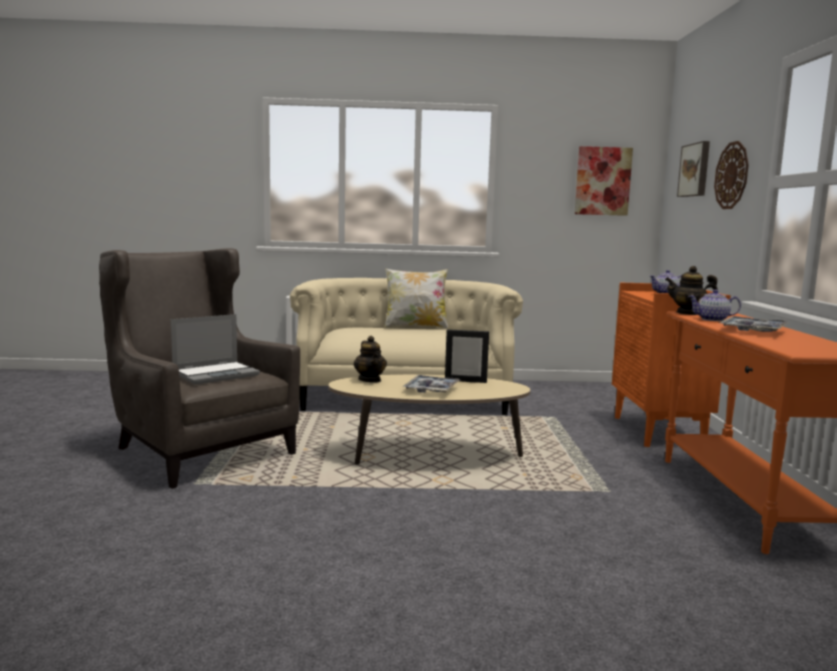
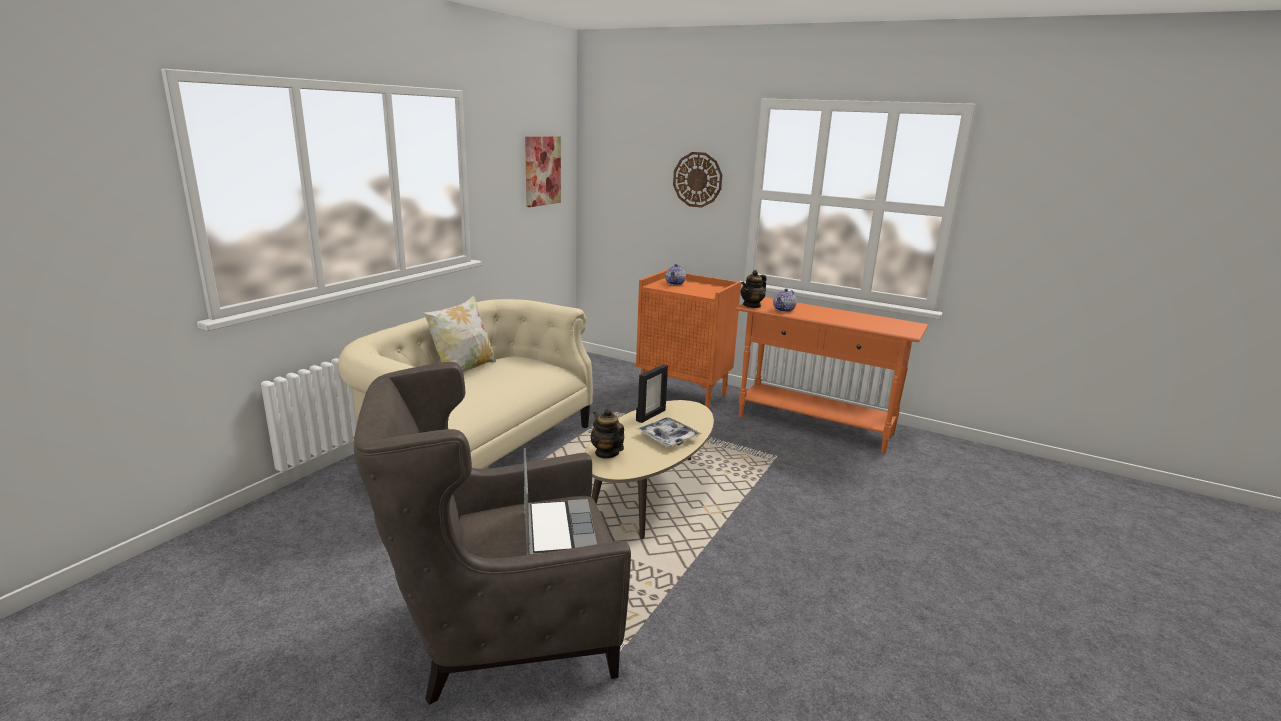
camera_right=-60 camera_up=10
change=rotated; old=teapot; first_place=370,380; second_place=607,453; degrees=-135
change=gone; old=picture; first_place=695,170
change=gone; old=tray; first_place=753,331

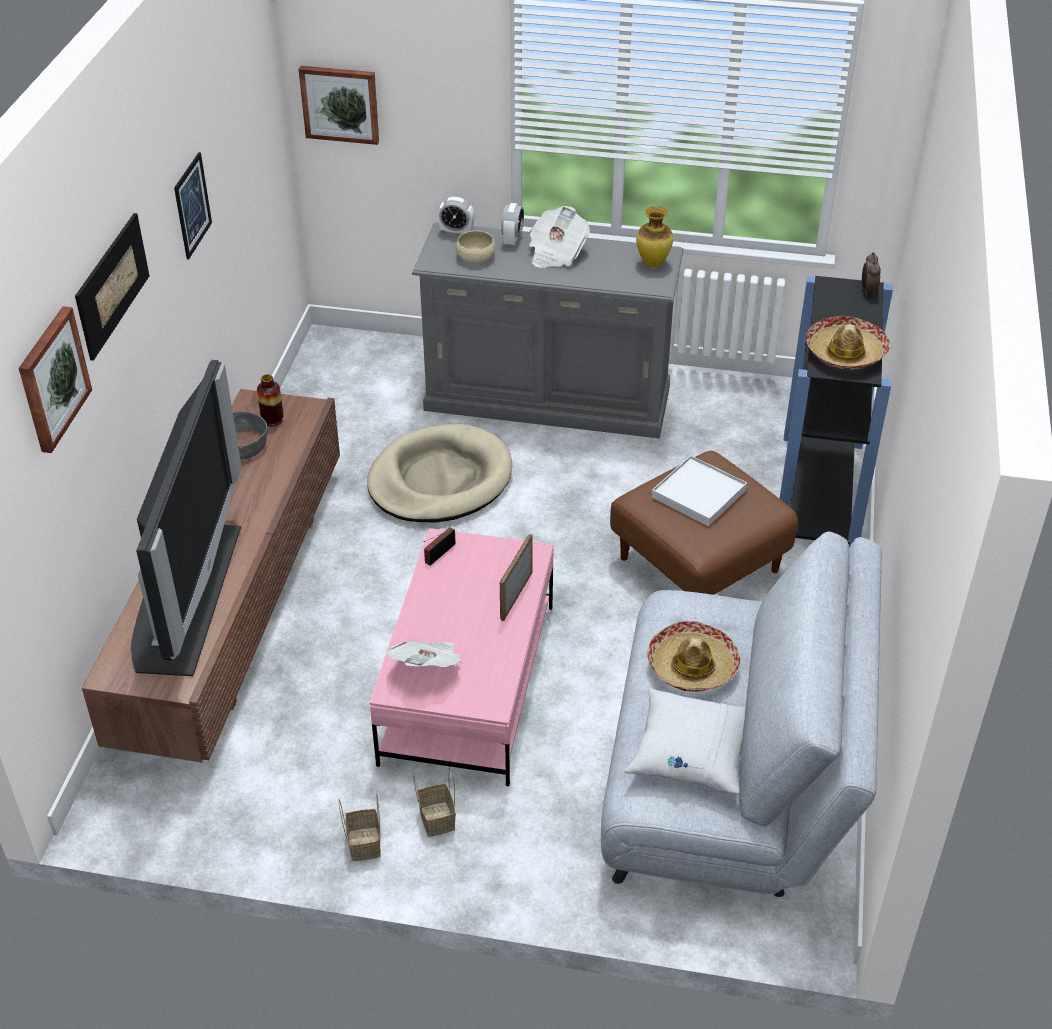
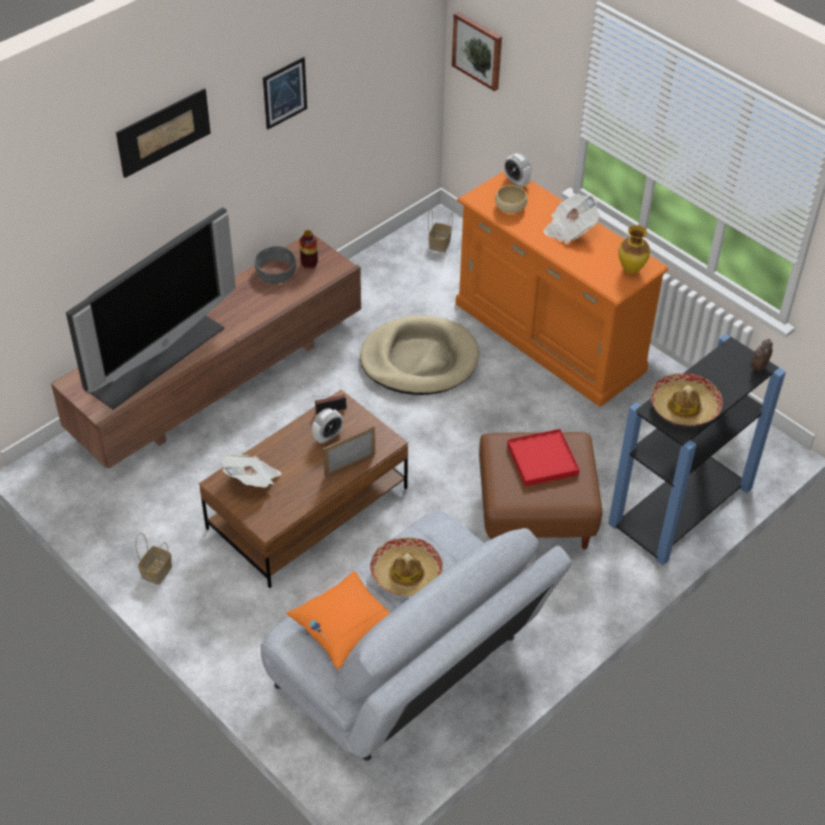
camera_right=35 camera_up=5
change=gone; old=picture; first_place=52,379
change=repainted; old=pink_coffee_table; new=brown_coffee_table; first_place=469,684; second_place=308,509
change=repainted; old=grey_cabinet; new=orange_cabinet; first_place=548,399; second_place=549,337
change=shifted; old=basket; first_place=436,818; second_place=439,243
change=shifted; old=alarm_clock; first_place=512,240; second_place=328,436
change=repainted; old=grey_pillow; new=orange_pillow; first_place=690,754; second_place=346,628
change=repainted; old=white_tray; new=red_tray; first_place=699,494; second_place=542,460

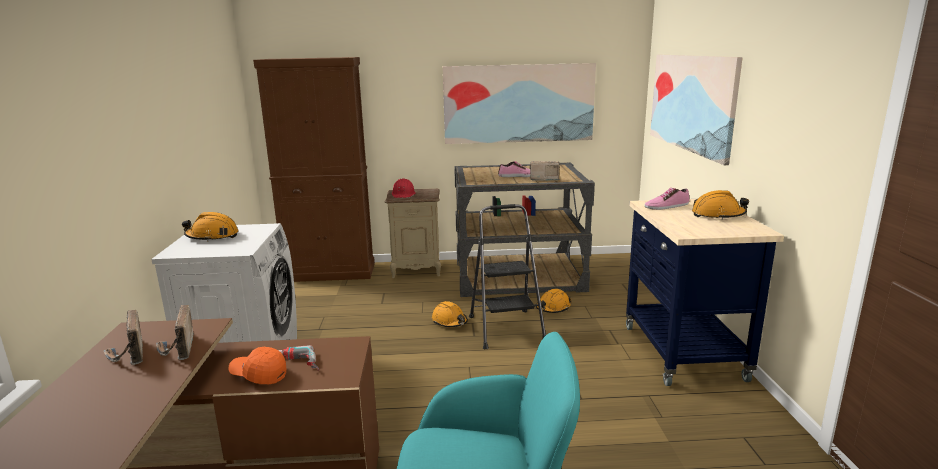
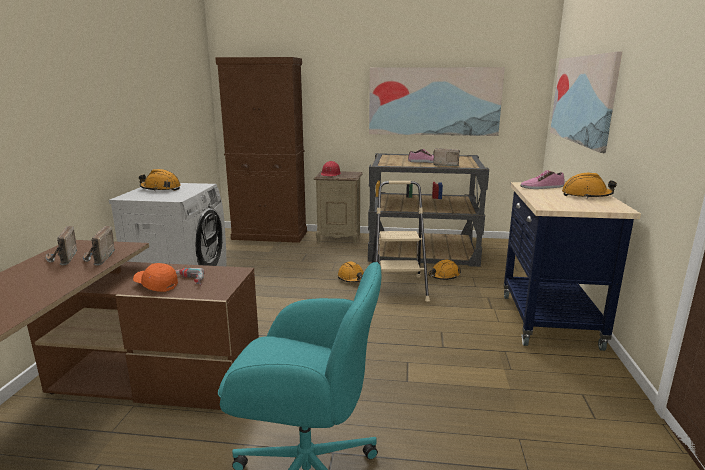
camera_right=10 camera_up=0
change=repainted; old=black_step_ladder; new=beige_step_ladder; first_place=506,327; second_place=397,286

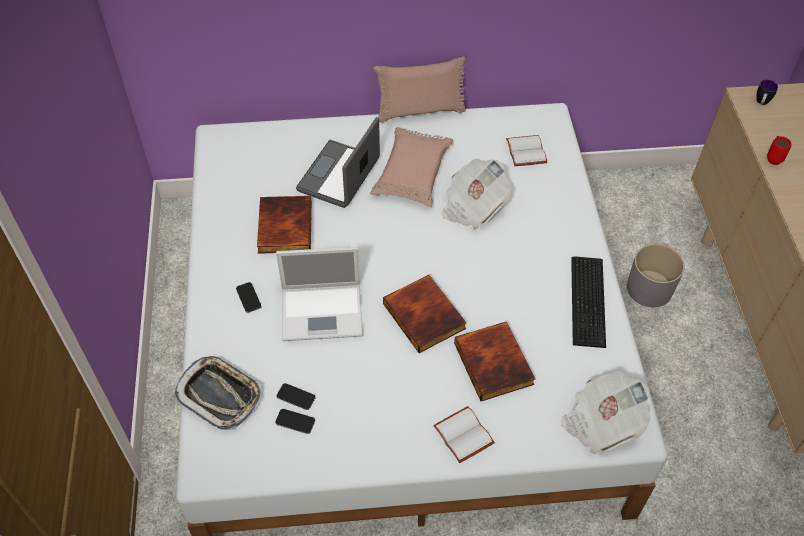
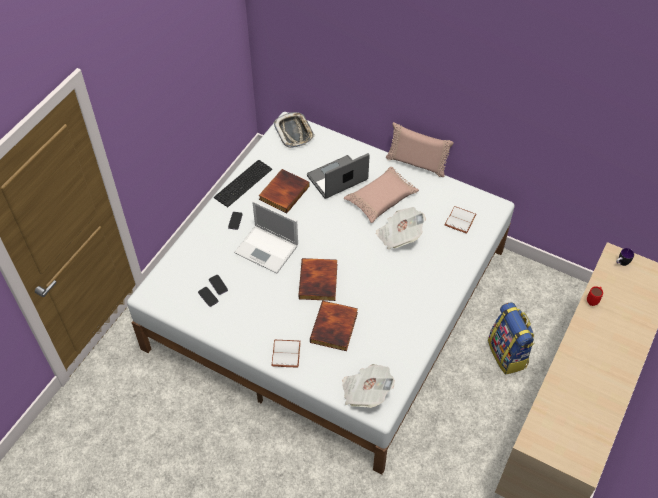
camera_right=35 camera_up=0
change=shifted; old=tray; first_place=219,395; second_place=294,132
change=shifted; old=keyboard; first_place=589,300; second_place=244,183
change=swapped; old=grey_planter; new=backpack; first_place=650,288; second_place=508,354

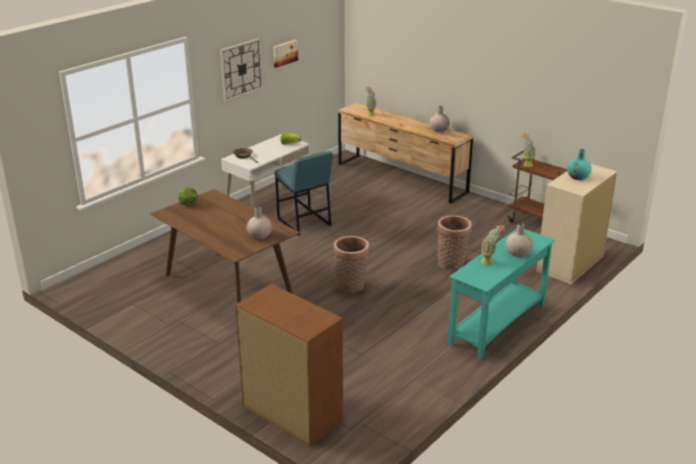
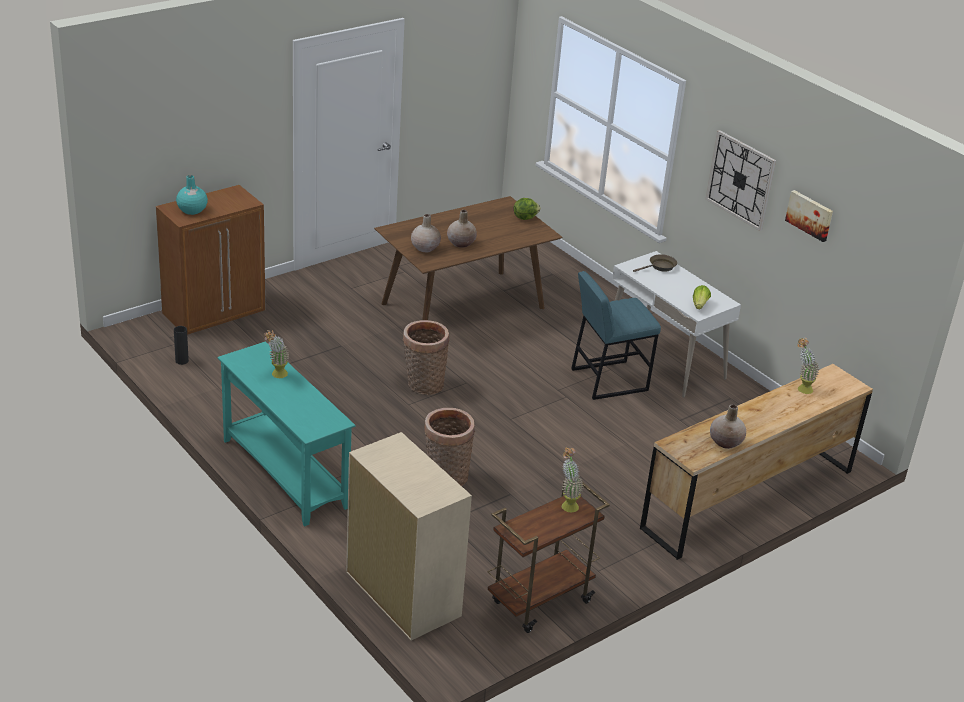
camera_right=100 camera_up=5
change=shifted; old=beige_vase; first_place=517,253; second_place=461,243
change=shifted; old=turquoise_vase; first_place=578,177; second_place=192,210
change=new; new=black_vase; second_place=182,361

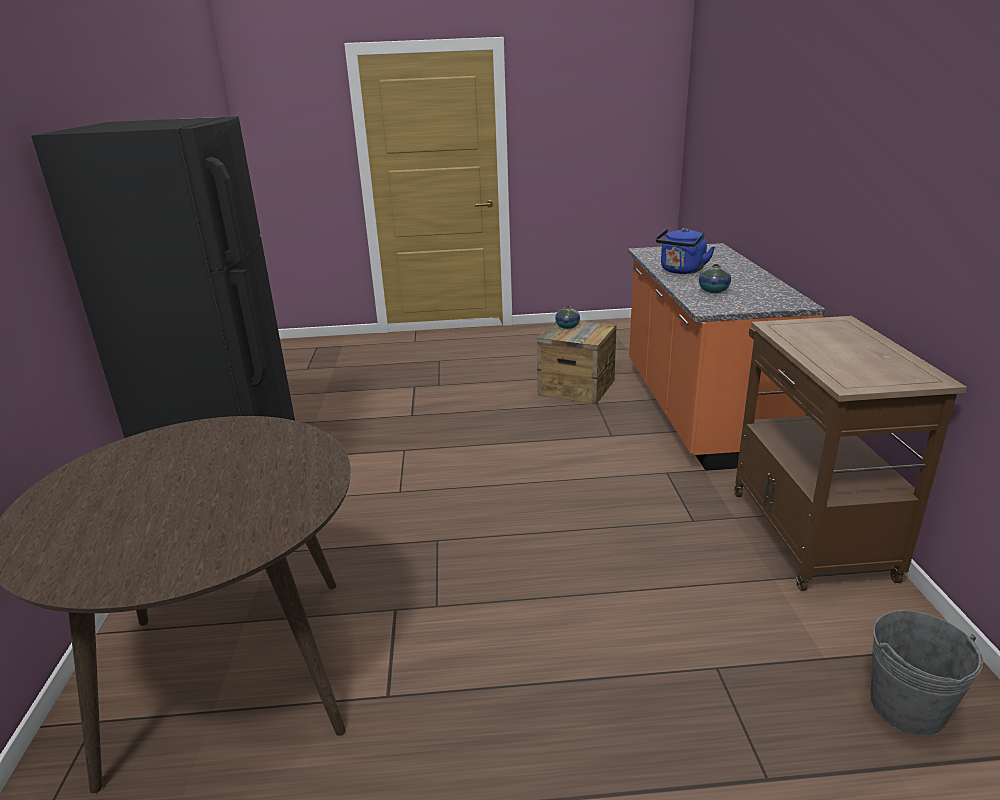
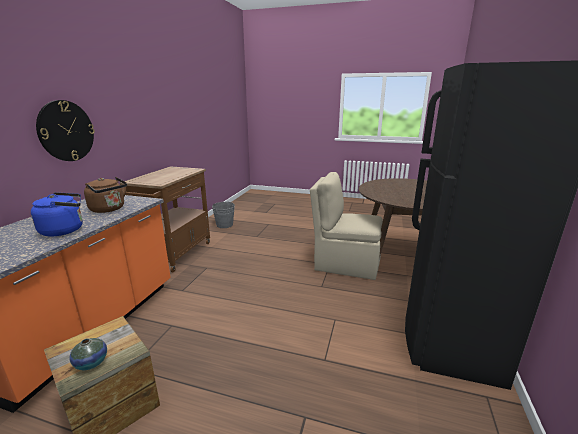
camera_right=-160 camera_up=-5
change=swapped; old=vase; new=brown_kettle; first_place=713,291; second_place=109,209
change=new; new=wall_clock; second_place=66,131
change=new; new=beige_chair; second_place=345,264

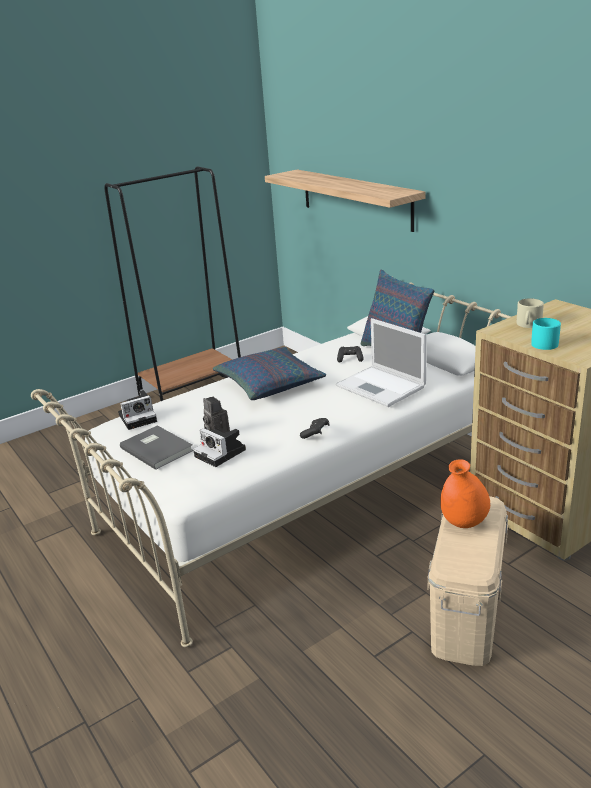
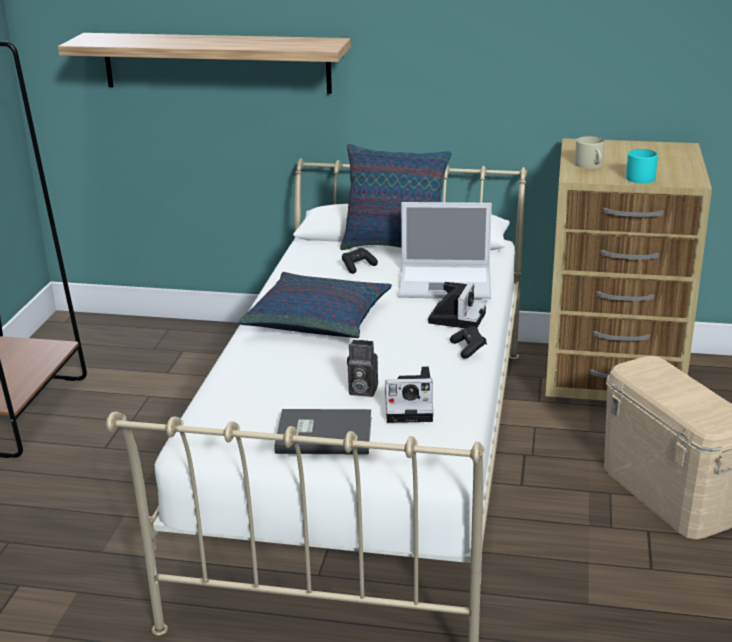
camera_right=-45 camera_up=0
change=shifted; old=photo_camera; first_place=139,417; second_place=456,317
change=gone; old=orange_vase; first_place=463,523

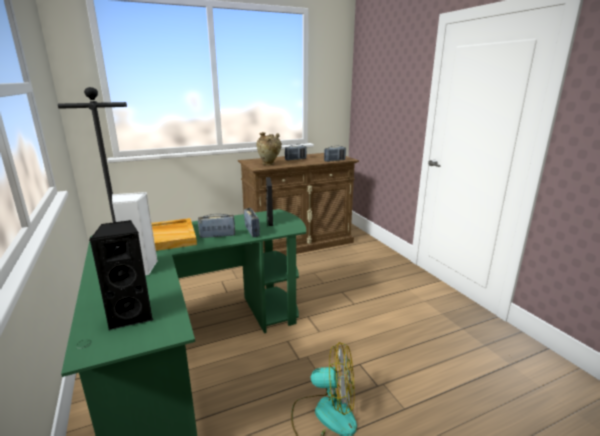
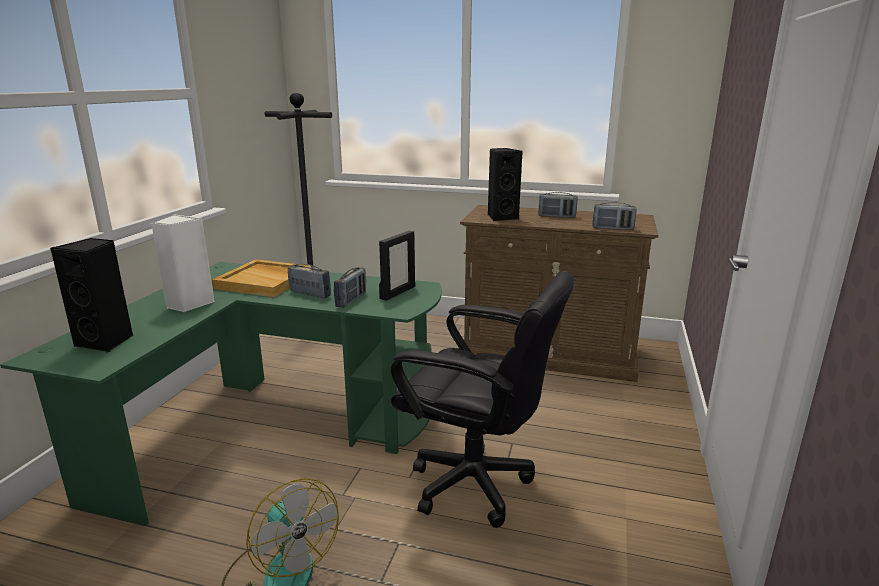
camera_right=40 camera_up=0
change=swapped; old=beige_vase; new=black_speaker; first_place=269,164; second_place=501,217
change=new; new=black_office_chair; second_place=479,486

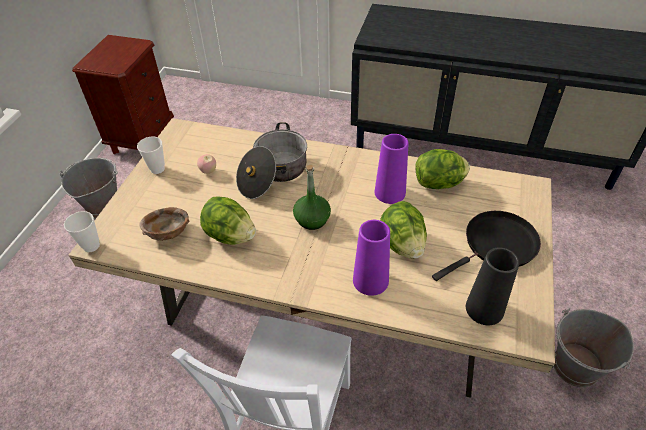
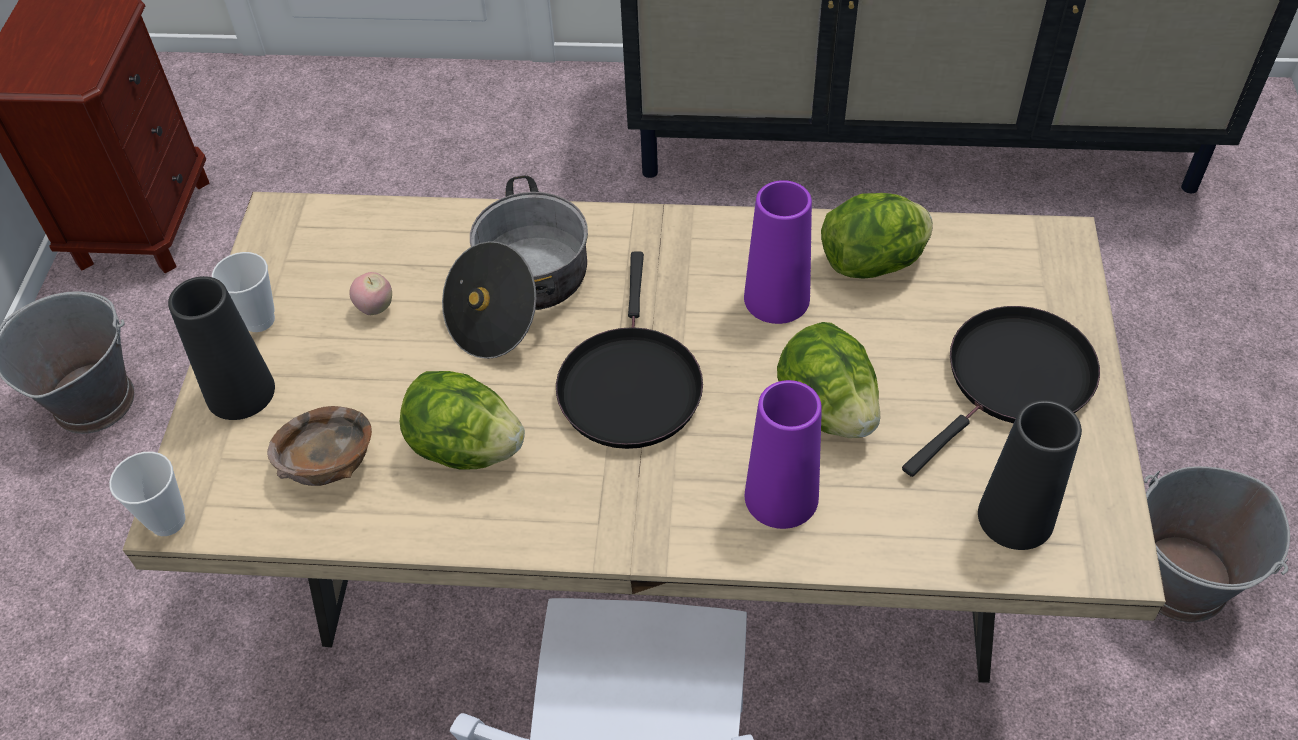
camera_right=-10 camera_up=5
change=swapped; old=green_bottle; new=black_frying_pan; first_place=312,220; second_place=629,385
change=new; new=black_vase; second_place=240,392

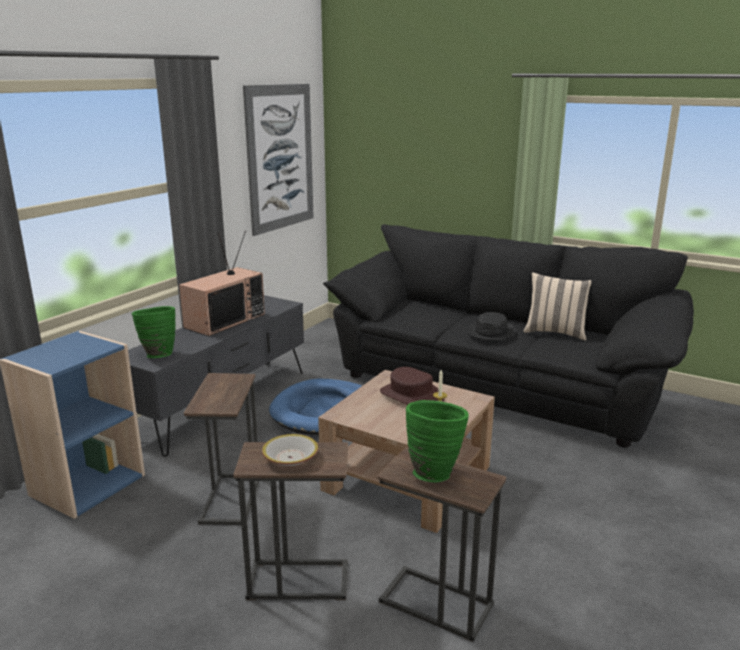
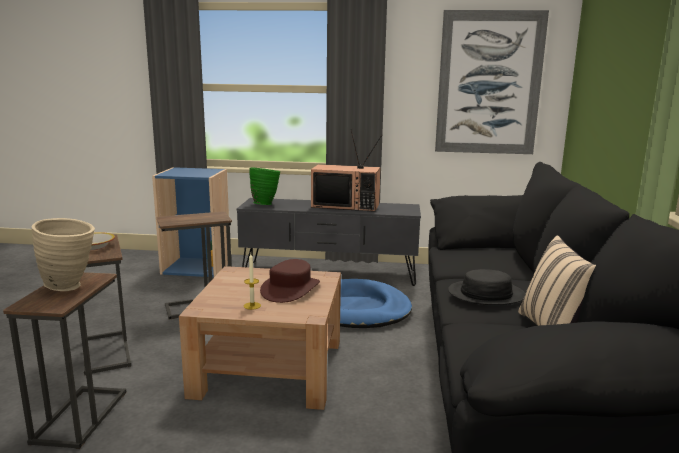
camera_right=65 camera_up=-5
change=repainted; old=green_vase; new=beige_vase; first_place=434,472; second_place=71,287

